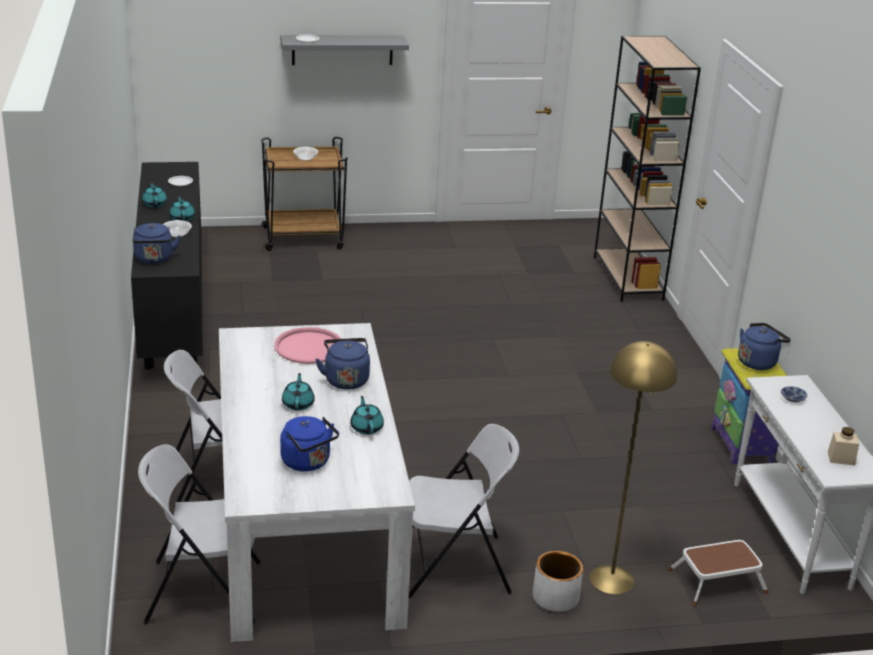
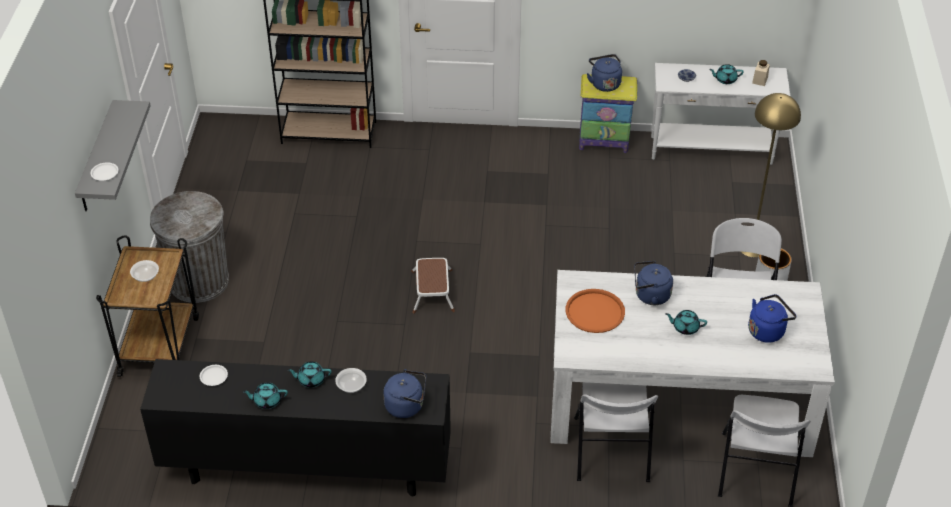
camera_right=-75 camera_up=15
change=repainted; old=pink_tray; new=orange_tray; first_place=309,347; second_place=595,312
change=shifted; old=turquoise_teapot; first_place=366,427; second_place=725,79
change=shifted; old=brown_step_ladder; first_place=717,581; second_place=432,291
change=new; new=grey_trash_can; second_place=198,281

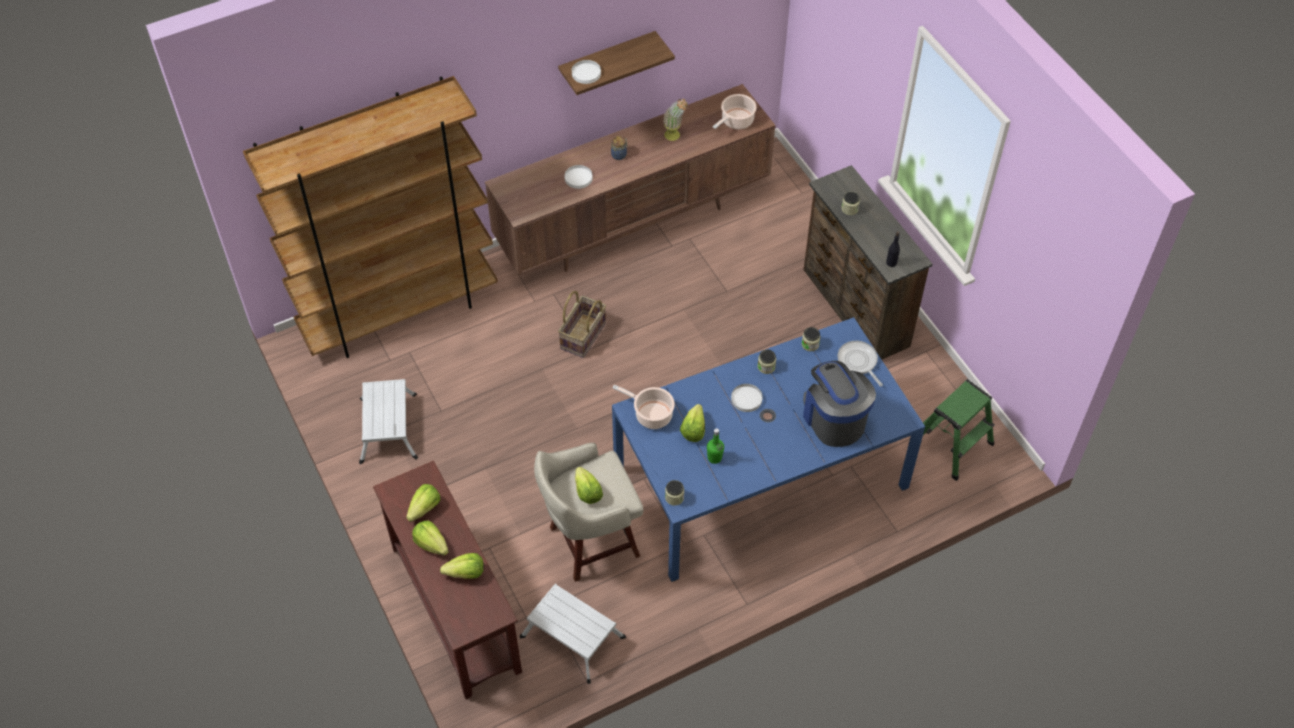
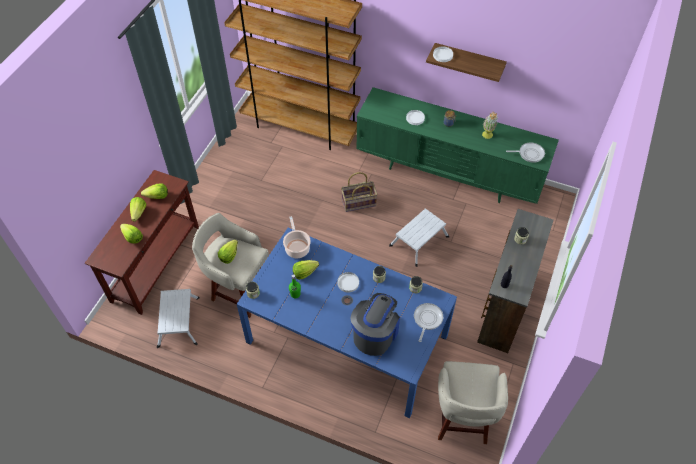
camera_right=50 camera_up=0
change=shifted; old=white_step_ladder; first_place=388,427; second_place=419,240
change=repainted; old=brown_cabinet; new=green_cabinet; first_place=633,223; second_place=449,174
change=swapped; old=cooking_pot; new=frying_pan; first_place=736,121; second_place=529,154
change=swapped; old=green_step_ladder; new=beige_stool; first_place=951,444; second_place=462,421

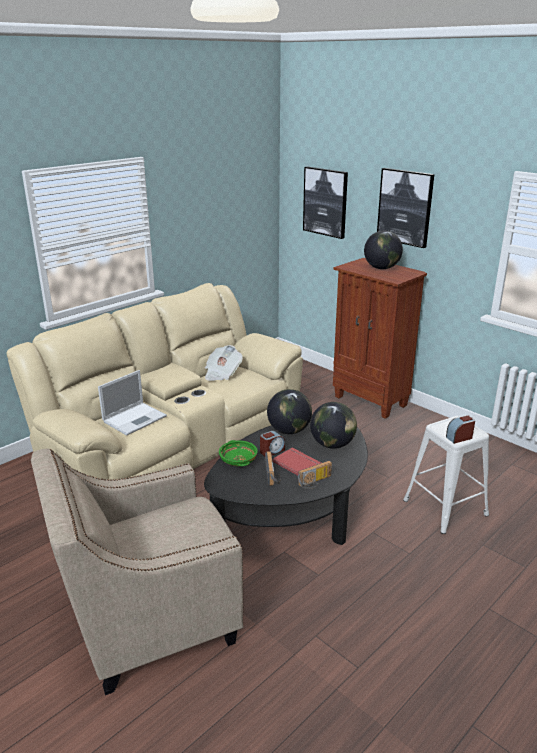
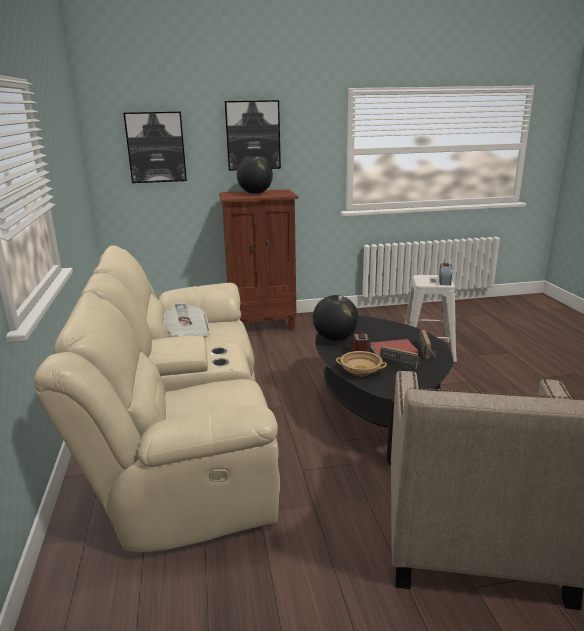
camera_right=-55 camera_up=-5
change=gone; old=laptop; first_place=135,418
change=repainted; old=green_bowl; new=beige_bowl; first_place=238,461; second_place=360,372
change=gone; old=globe; first_place=332,444

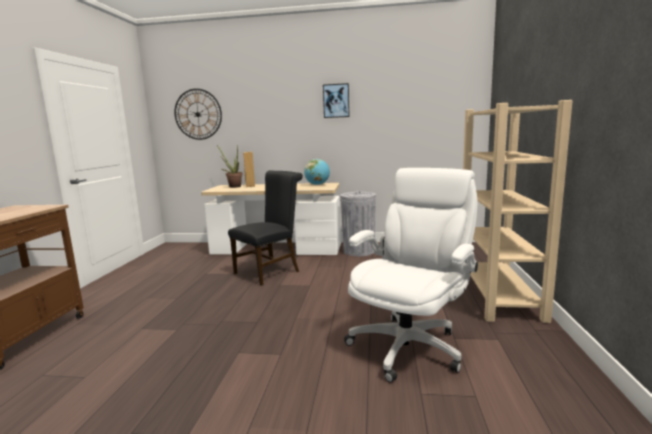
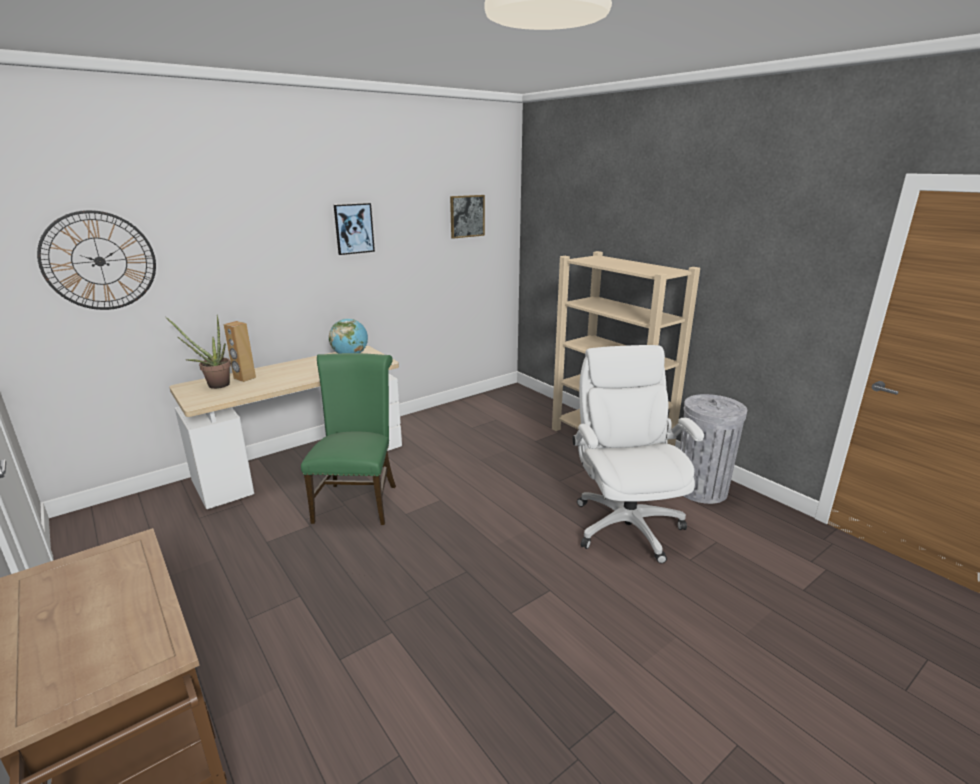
camera_right=-45 camera_up=10
change=repainted; old=black_chair; new=green_chair; first_place=270,271; second_place=357,500
change=shifted; old=grey_trash_can; first_place=359,251; second_place=701,489
change=new; new=picture; second_place=467,216

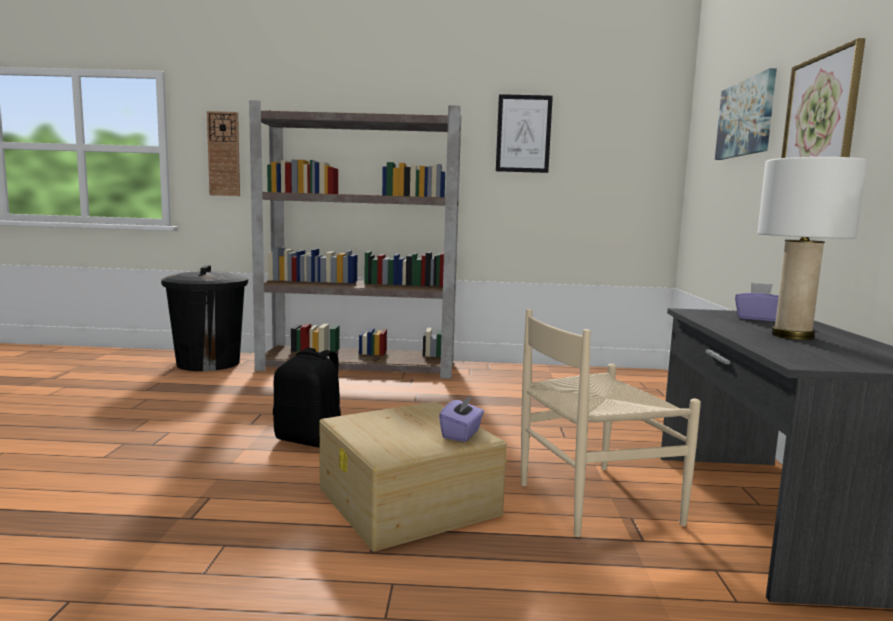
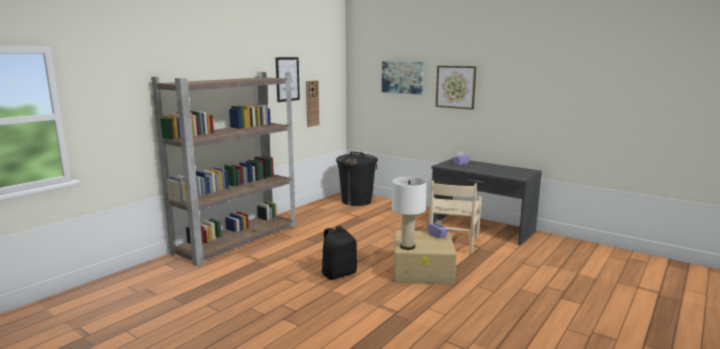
camera_right=-55 camera_up=5
change=shifted; old=black_trash_can; first_place=209,363; second_place=356,201
change=shifted; old=wall_clock; first_place=224,154; second_place=312,103
change=shifted; old=white_table_lamp; first_place=793,336; second_place=407,247

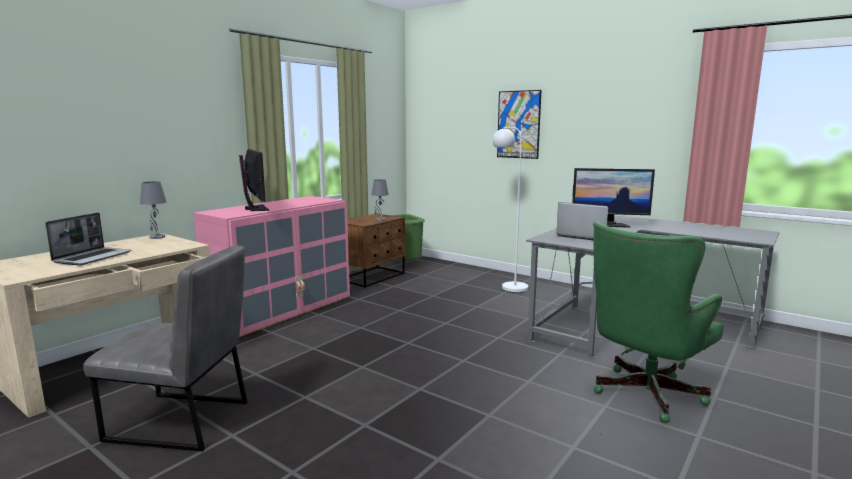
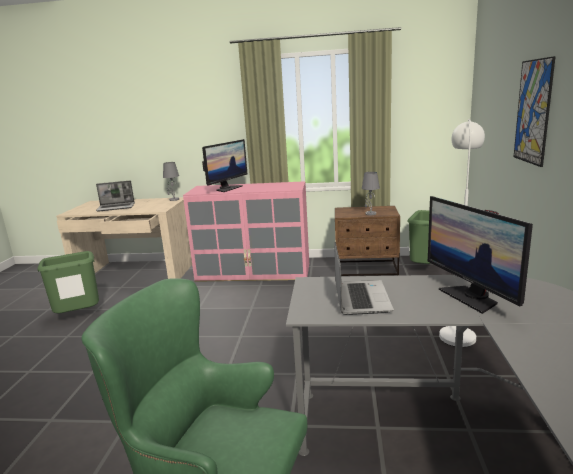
camera_right=60 camera_up=5
change=swapped; old=grey_chair; new=green_trash_can; first_place=182,421; second_place=78,317

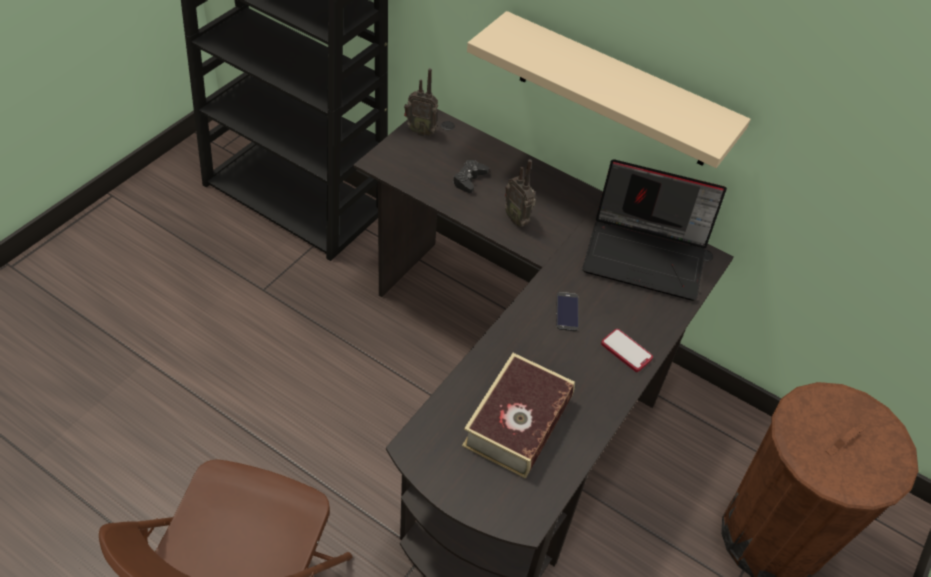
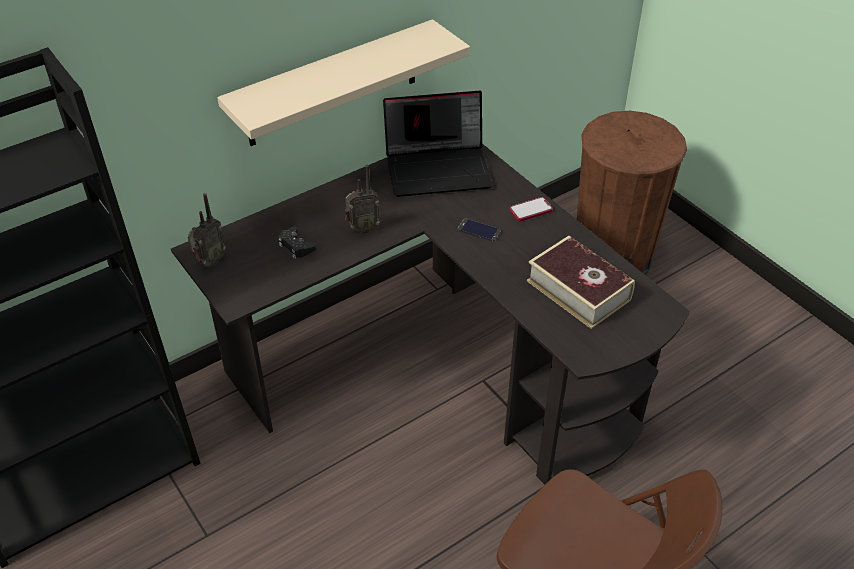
camera_right=-65 camera_up=-5
change=rotated; old=laptop; first_place=647,254; second_place=439,168; degrees=45

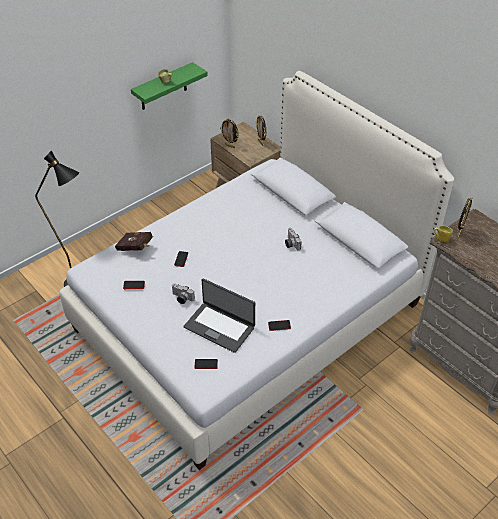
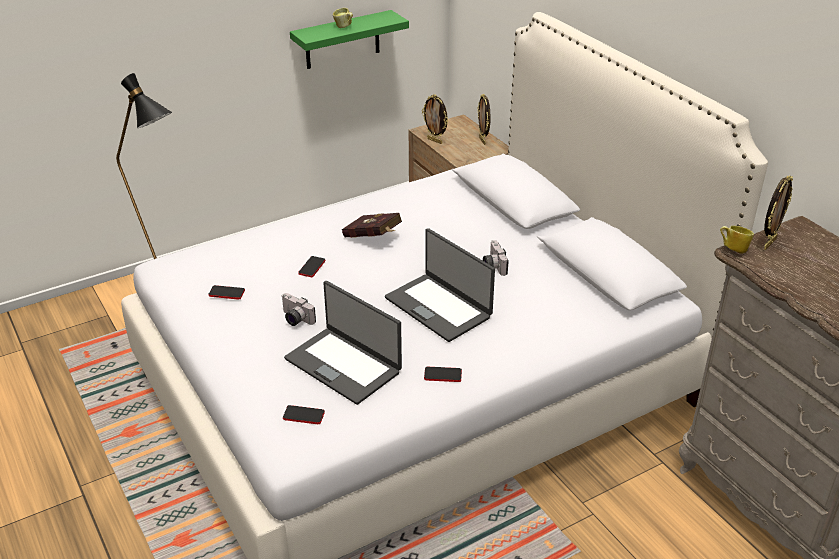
camera_right=10 camera_up=-10
change=shifted; old=red_book; first_place=136,249; second_place=373,238
change=new; new=laptop; second_place=439,307

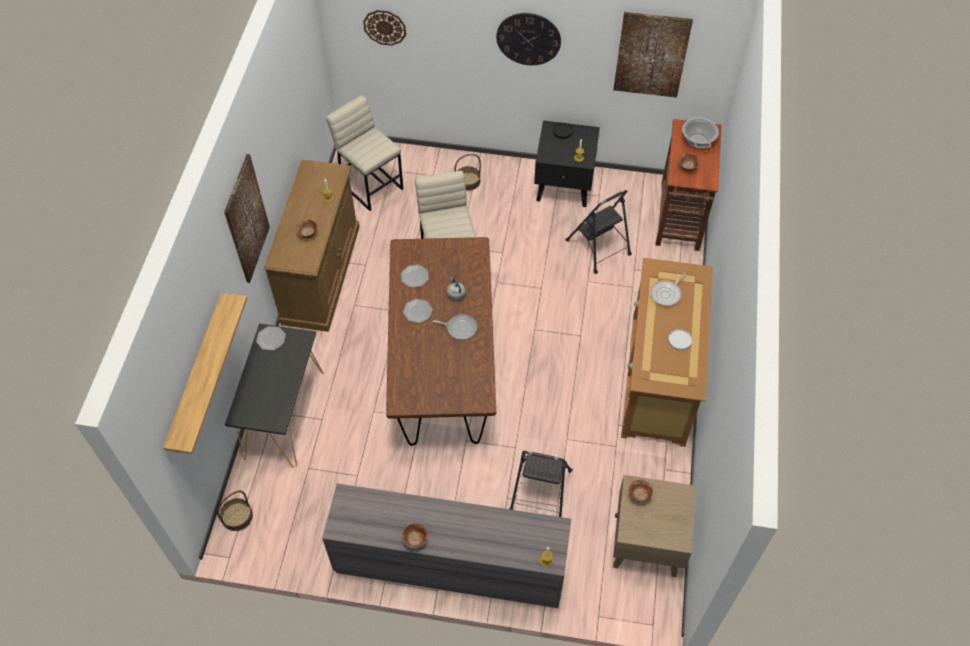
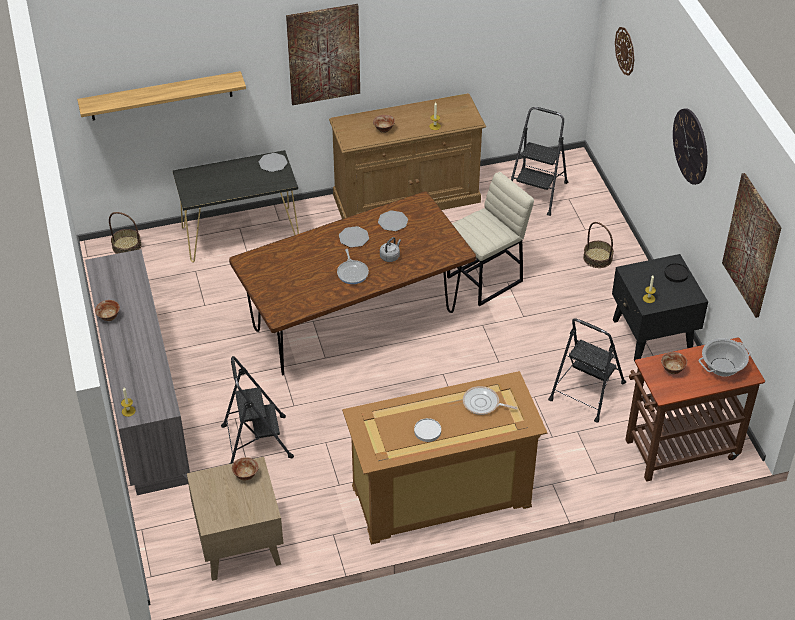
camera_right=65 camera_up=-10
change=swapped; old=beige_chair; new=black_step_ladder; first_place=370,185; second_place=537,190

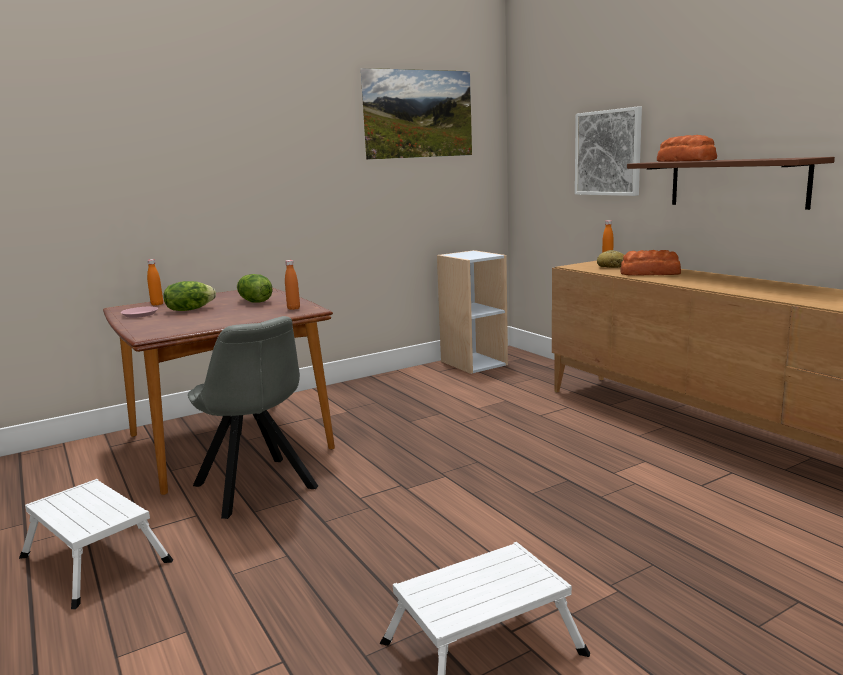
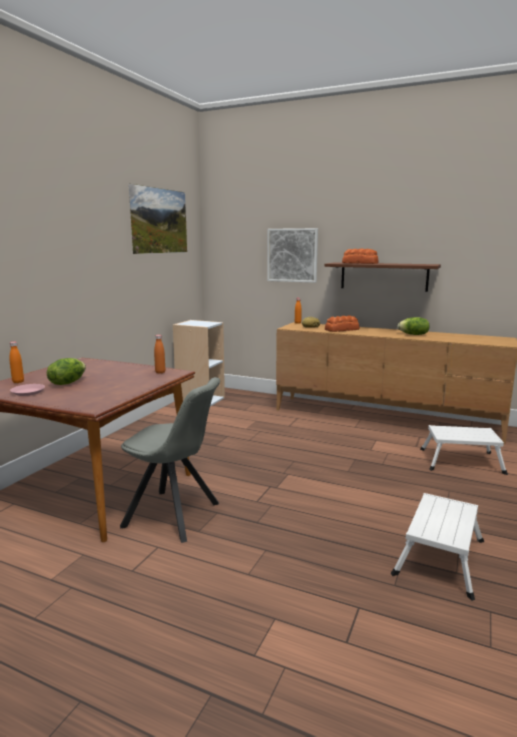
camera_right=-35 camera_up=0
change=shifted; old=white_step_ladder; first_place=95,559; second_place=461,461
change=shifted; old=lettuce; first_place=254,302; second_place=414,334

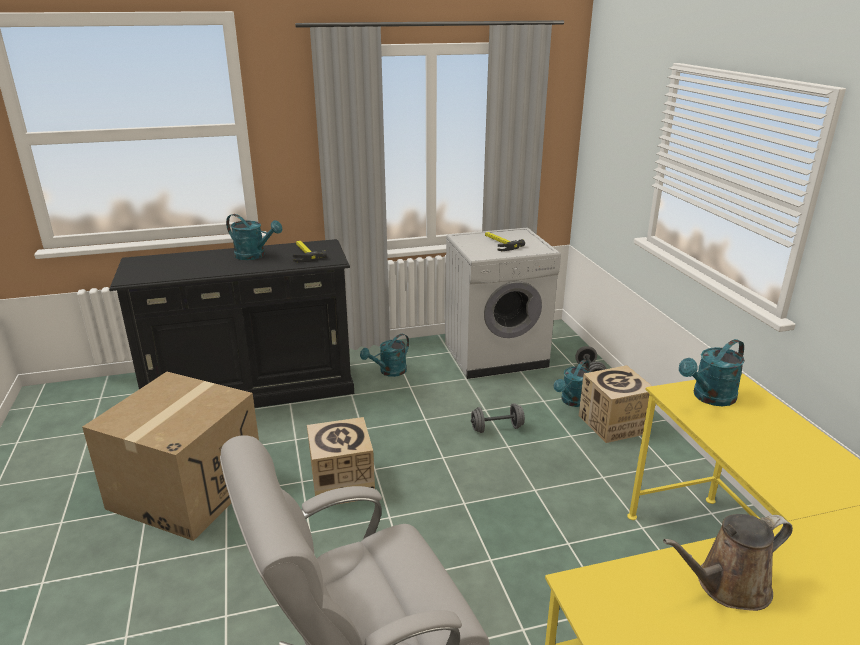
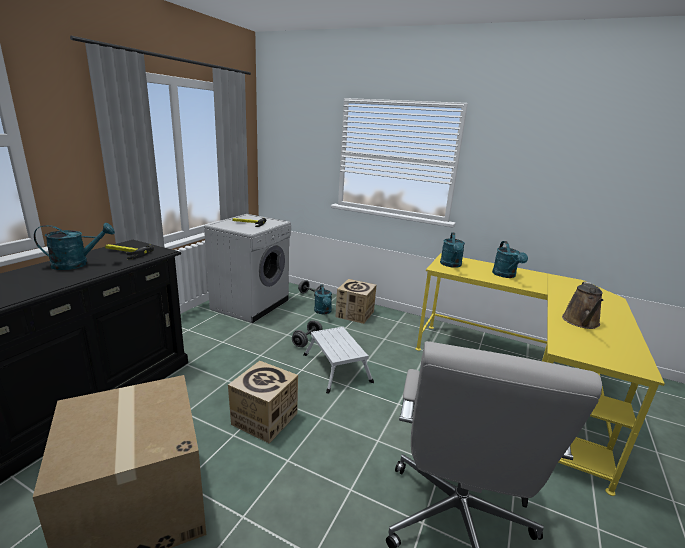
camera_right=-50 camera_up=-5
change=shifted; old=turquoise_watering_can; first_place=389,372; second_place=506,275
change=new; new=white_step_ladder; second_place=336,367

